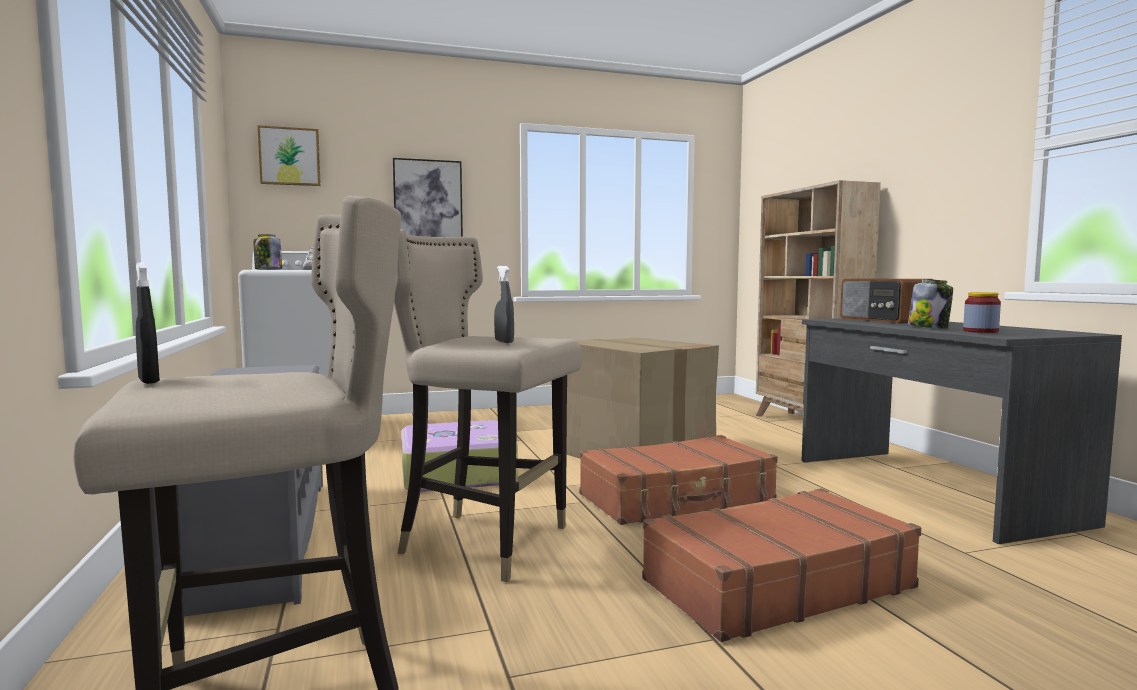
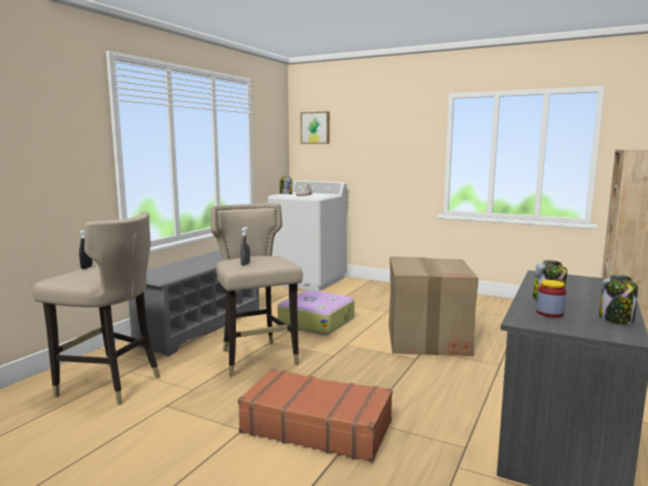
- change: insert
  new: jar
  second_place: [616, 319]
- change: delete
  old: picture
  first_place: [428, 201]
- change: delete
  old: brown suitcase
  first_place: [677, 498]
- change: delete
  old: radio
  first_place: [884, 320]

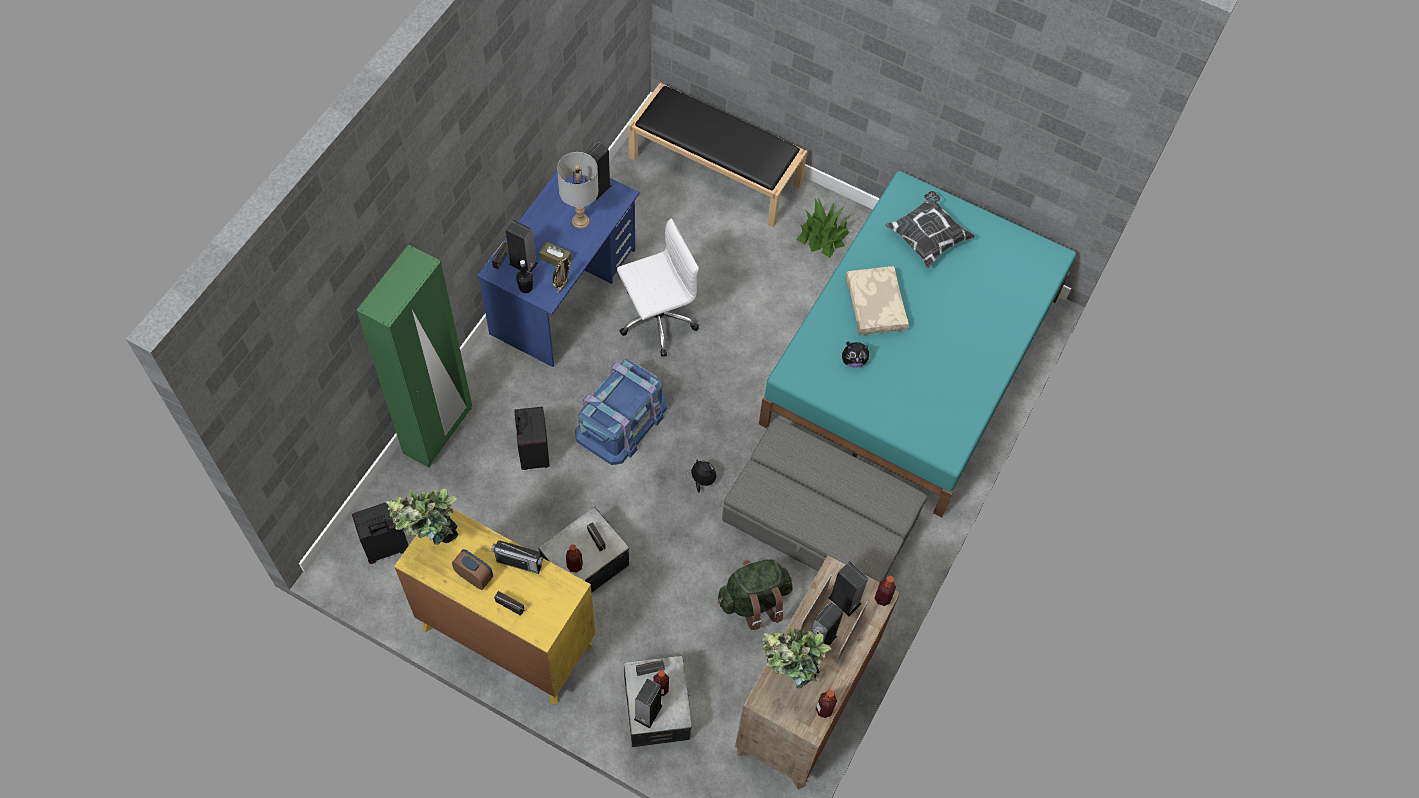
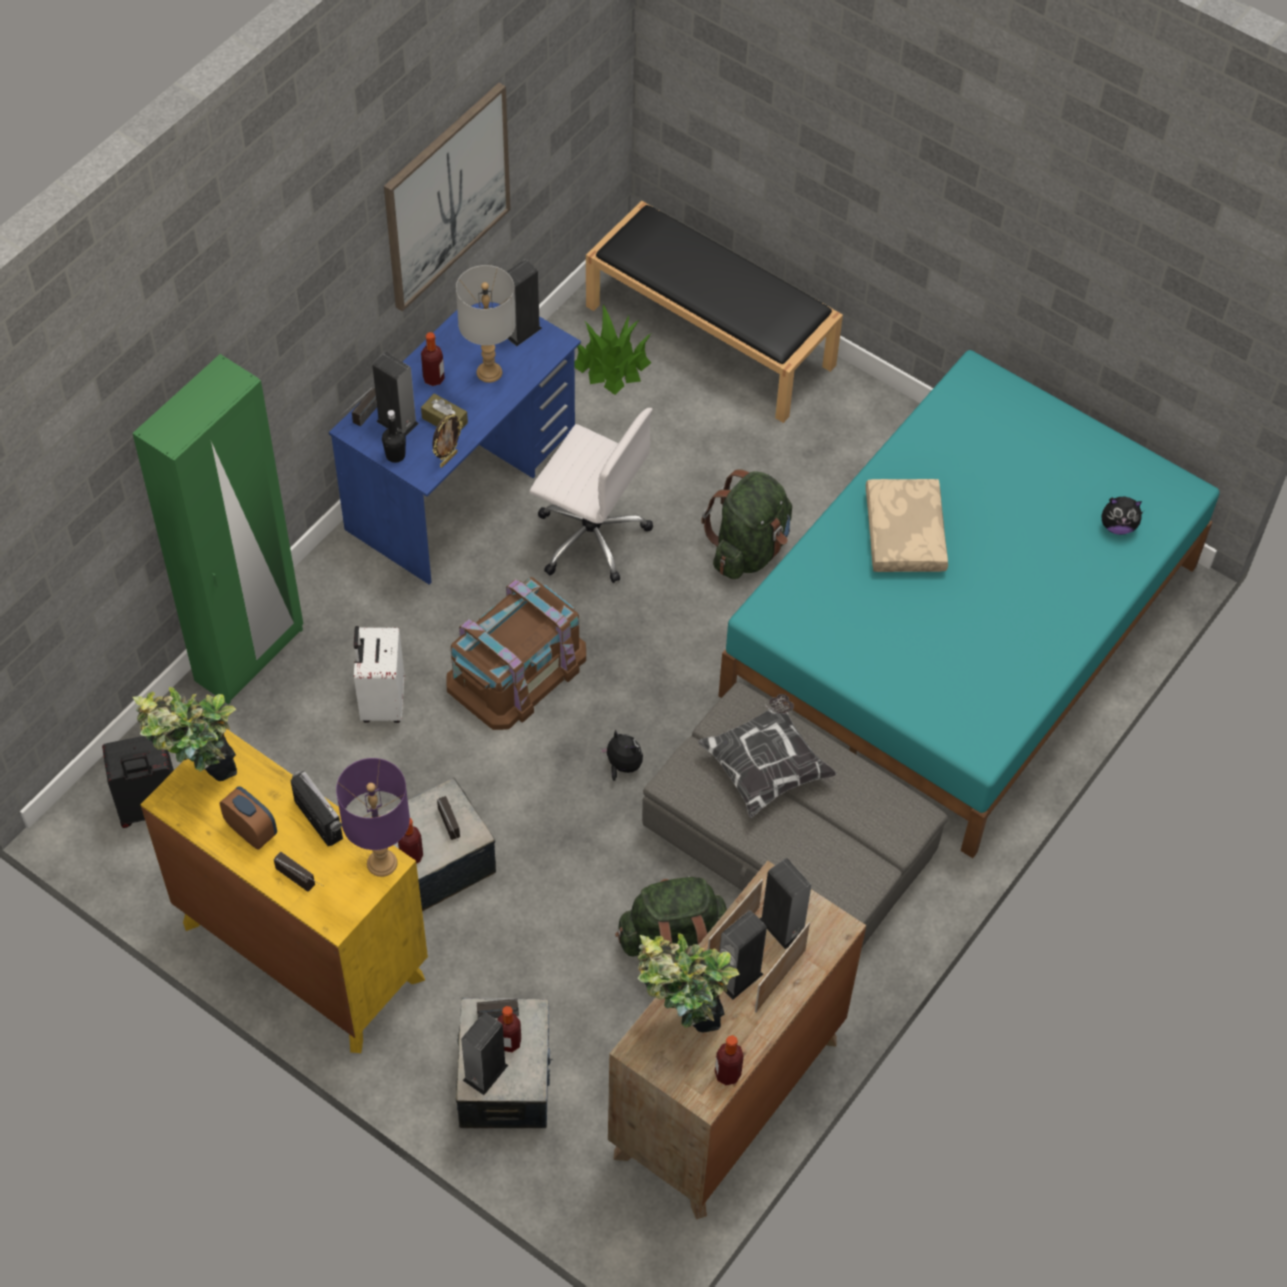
- change: rotate
  old: radio
  first_place: [519, 563]
  second_place: [318, 820]
  degrees: -150
- change: insert
  new: purple table lamp
  second_place: [382, 863]
- change: recolor
  old: black suitcase
  new: white suitcase
  first_place: [533, 454]
  second_place: [381, 702]
- change: insert
  new: picture
  second_place: [446, 196]
- change: move
  old: bottle
  first_place: [882, 598]
  second_place: [433, 378]
- change: recolor
  old: blue storage box
  new: brown storage box
  first_place: [620, 420]
  second_place: [516, 669]
- change: rotate
  old: white office chair
  first_place: [656, 320]
  second_place: [590, 535]
  degrees: 45
- change: move
  old: potted plant
  first_place: [822, 235]
  second_place: [611, 363]
- change: move
  old: pillow
  first_place: [927, 237]
  second_place: [766, 767]
- change: insert
  new: green backpack
  second_place: [749, 549]
- change: move
  old: plush toy
  first_place: [853, 360]
  second_place: [1117, 526]

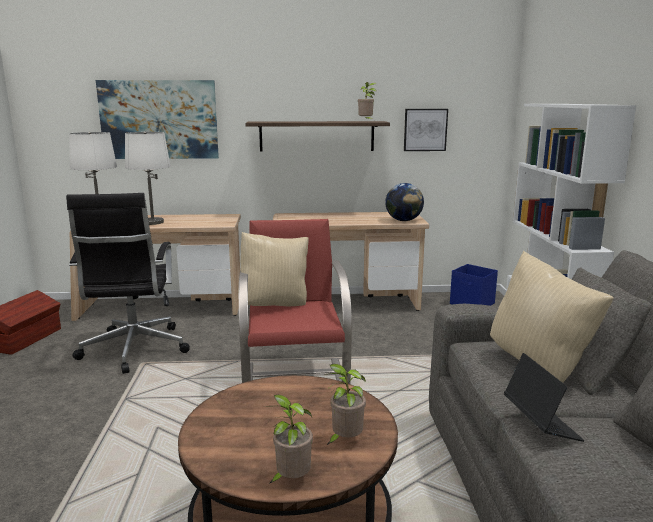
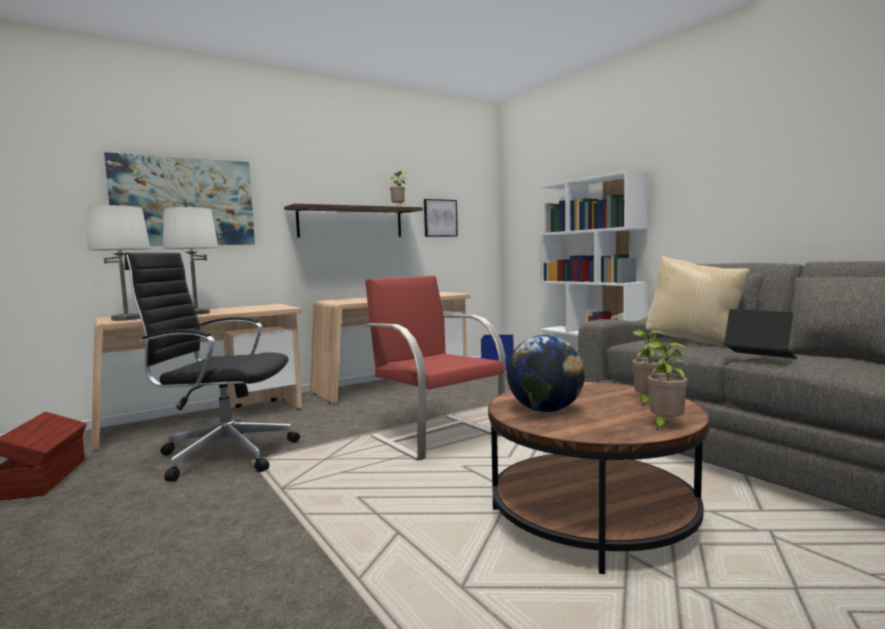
- change: rotate
  old: black office chair
  first_place: [134, 350]
  second_place: [223, 454]
  degrees: 135
- change: move
  old: globe
  first_place: [403, 220]
  second_place: [545, 410]
- change: delete
  old: beige pillow
  first_place: [275, 305]

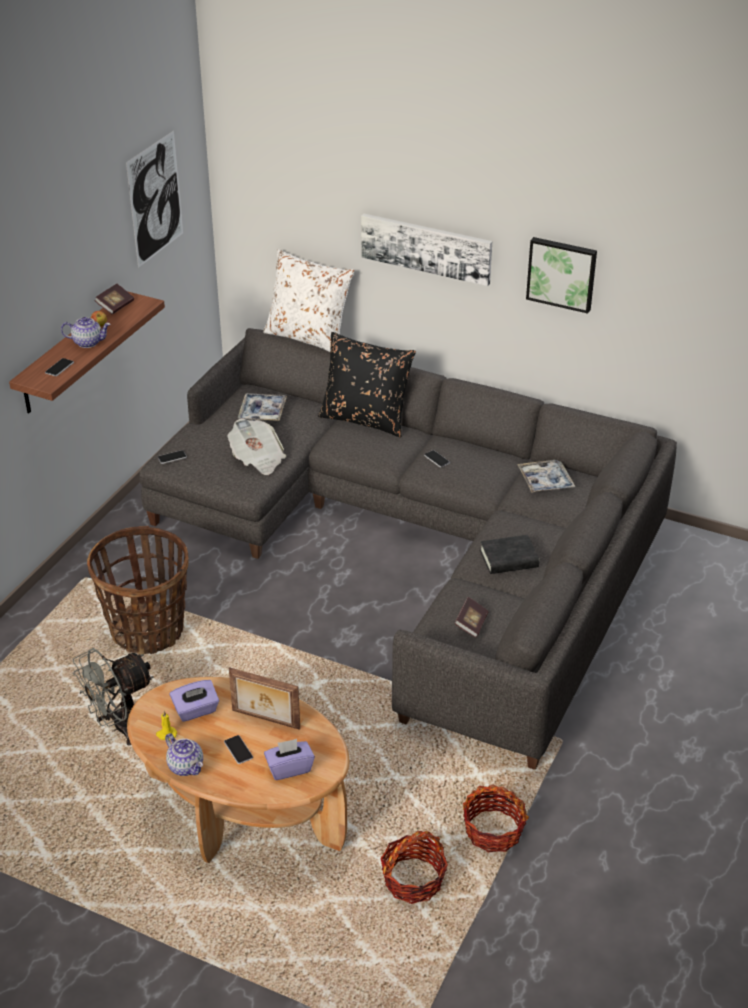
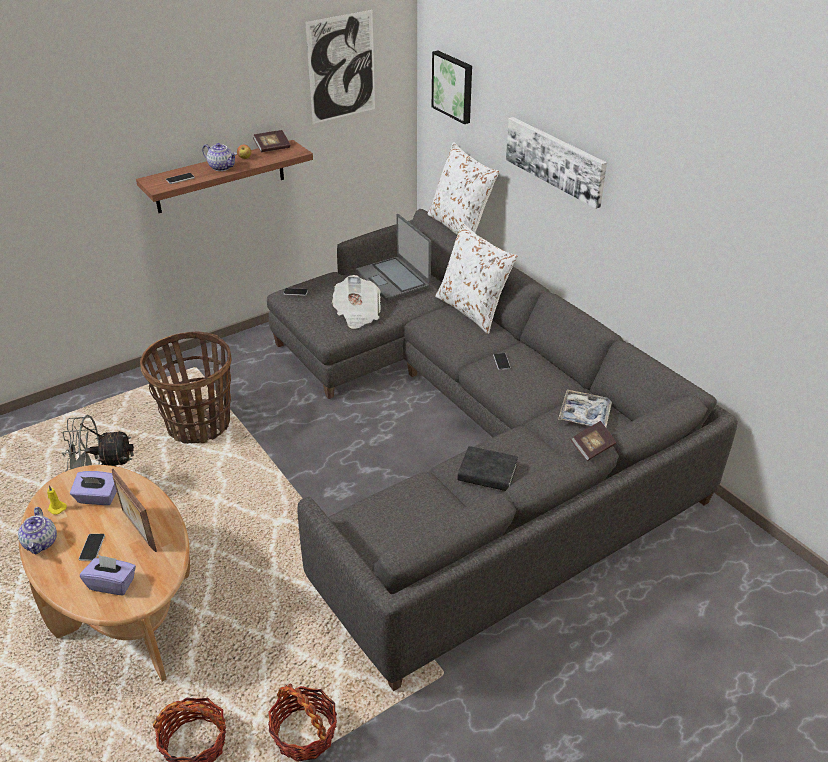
- change: replace
  old: tray
  new: laptop
  first_place: [262, 412]
  second_place: [393, 279]
- change: move
  old: picture
  first_place: [562, 273]
  second_place: [453, 86]
- change: recolor
  old: black pillow
  new: white pillow
  first_place: [366, 419]
  second_place: [472, 310]
- change: move
  old: book
  first_place: [471, 624]
  second_place: [592, 448]

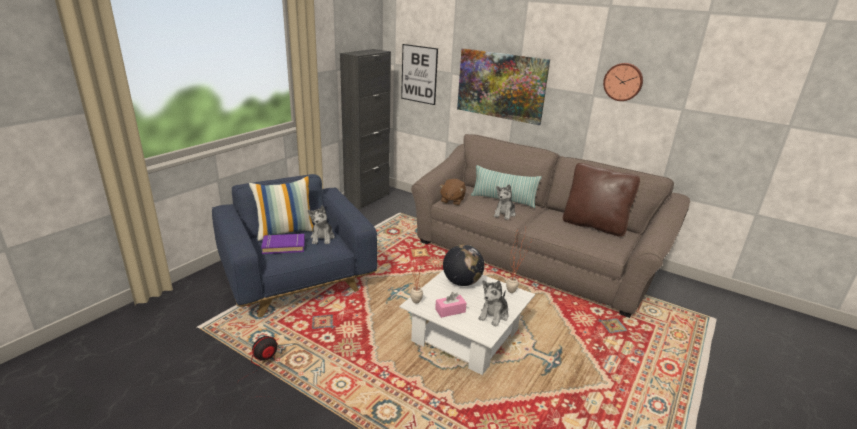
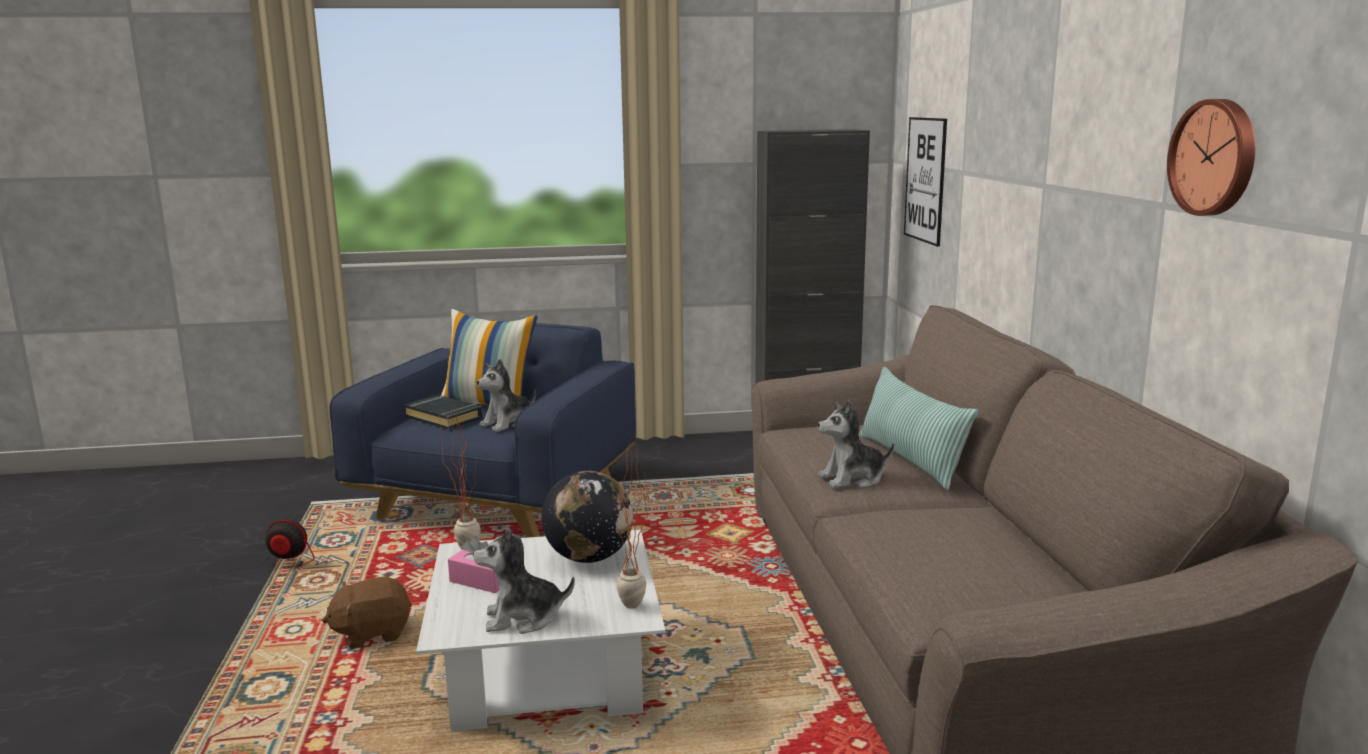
- change: move
  old: brown plush toy
  first_place: [452, 200]
  second_place: [372, 633]
- change: recolor
  old: purple book
  new: black book
  first_place: [284, 246]
  second_place: [444, 417]
- change: delete
  old: picture
  first_place: [501, 85]
- change: delete
  old: brown pillow
  first_place: [594, 225]

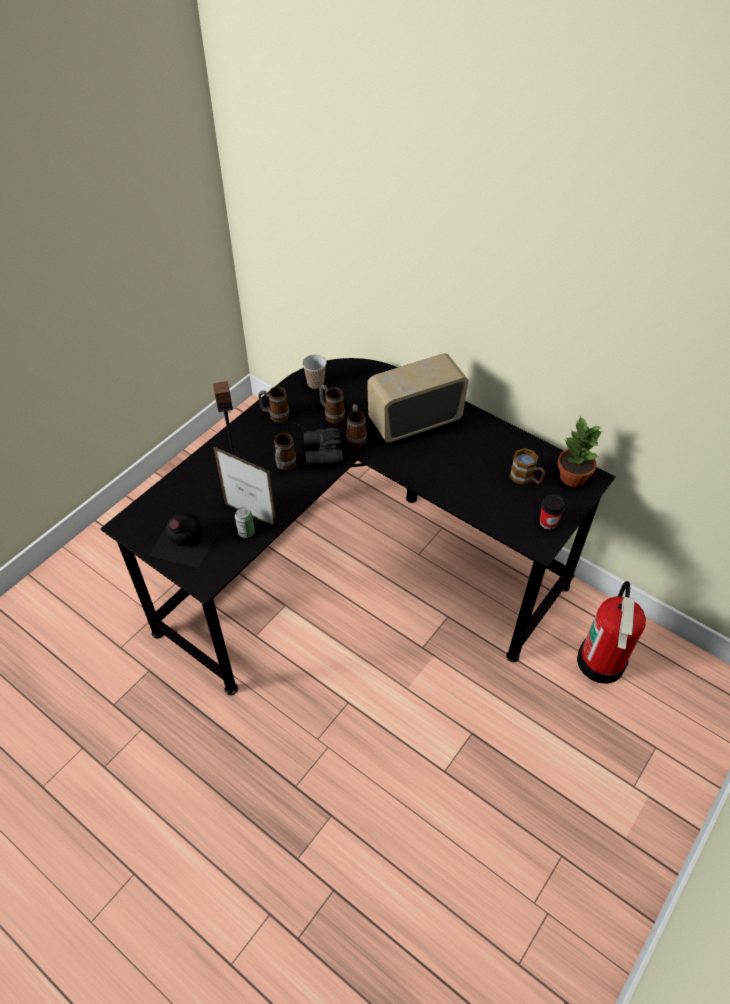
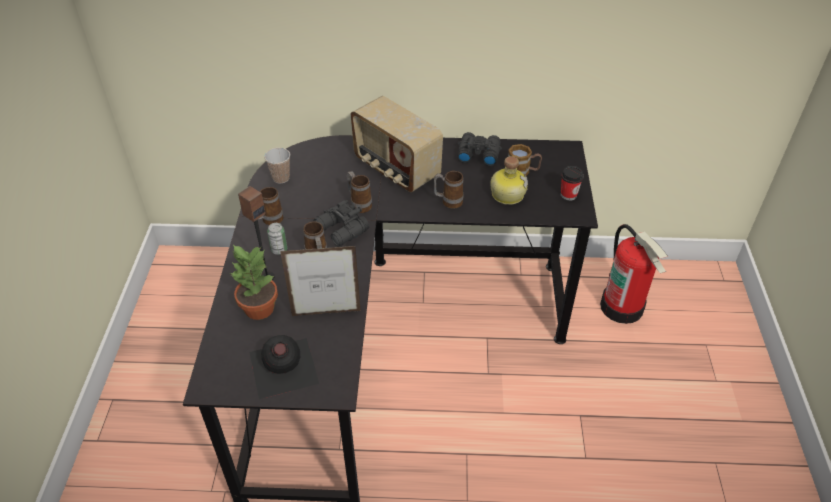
- change: move
  old: potted plant
  first_place: [572, 476]
  second_place: [258, 308]
- change: move
  old: can
  first_place: [246, 532]
  second_place: [279, 250]
- change: rotate
  old: radio
  first_place: [414, 420]
  second_place: [396, 169]
  degrees: -75
- change: move
  old: mug
  first_place: [331, 415]
  second_place: [448, 202]
- change: insert
  new: black binoculars
  second_place: [478, 154]
- change: insert
  new: bottle
  second_place: [507, 194]

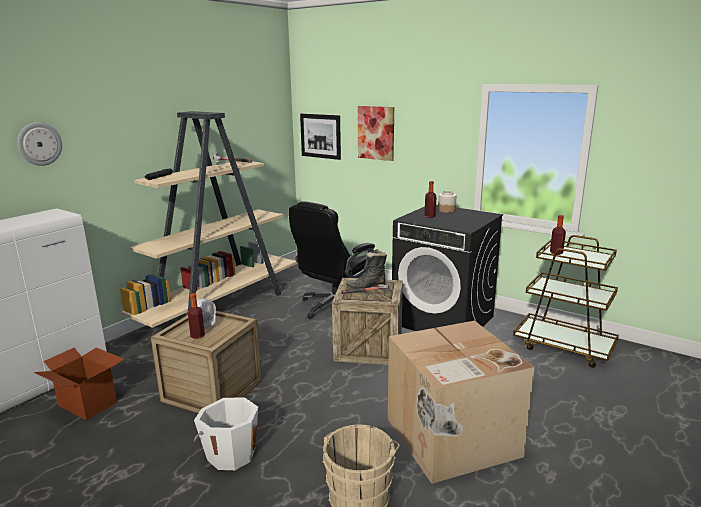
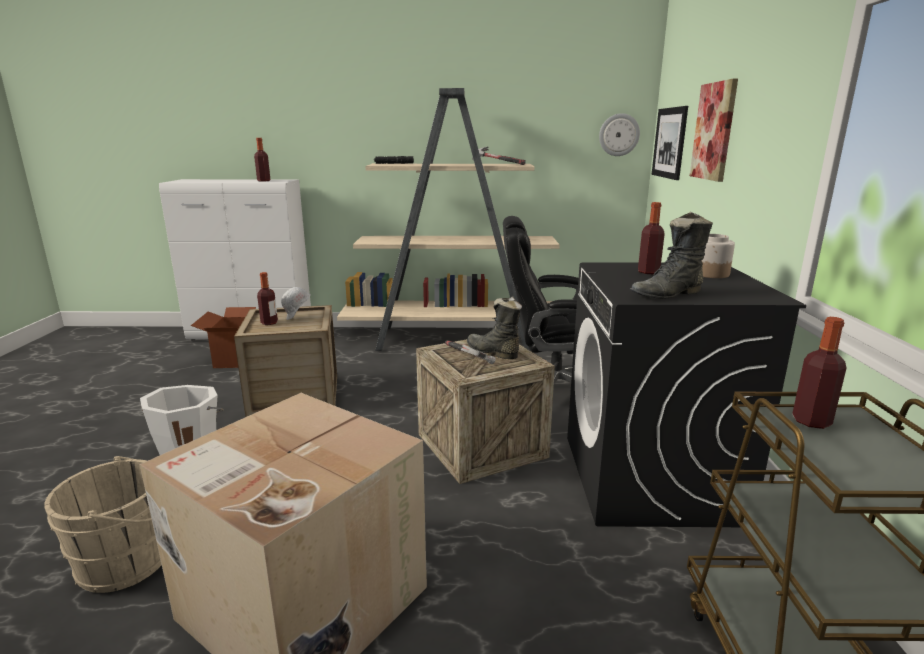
- change: insert
  new: bottle
  second_place: [263, 181]
- change: move
  old: wall clock
  first_place: [39, 144]
  second_place: [619, 135]
- change: insert
  new: black boot
  second_place: [668, 294]

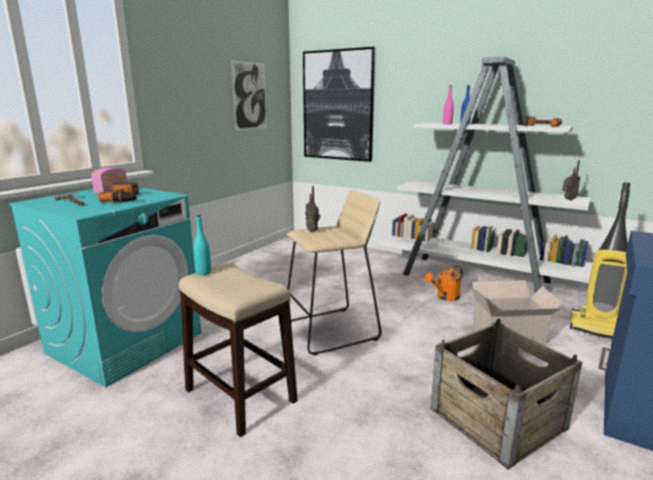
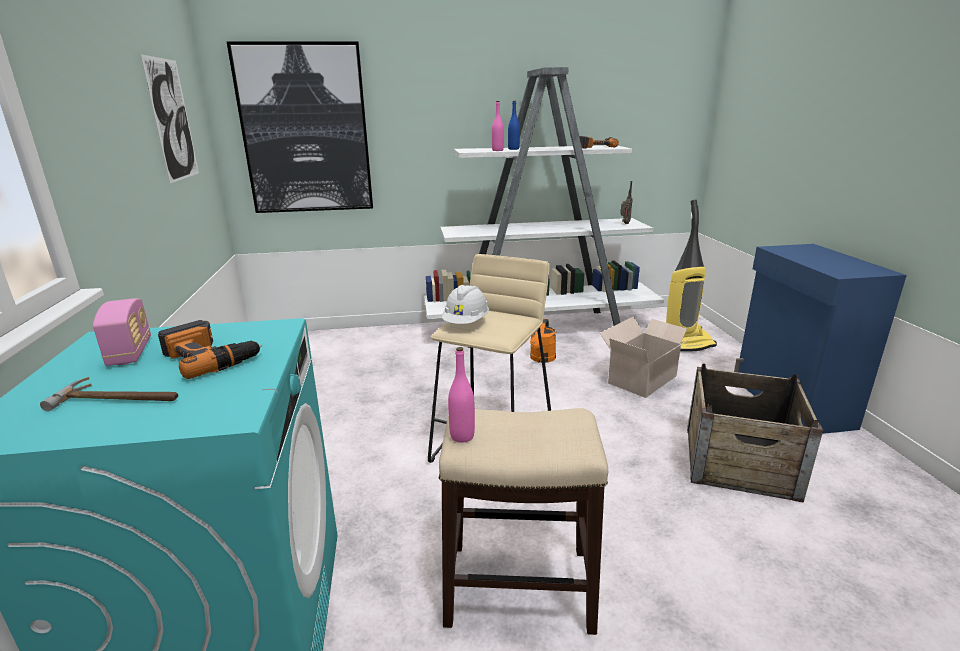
- change: replace
  old: radio
  new: white hard hat
  first_place: [313, 231]
  second_place: [466, 323]
- change: recolor
  old: turquoise bottle
  new: pink bottle
  first_place: [203, 272]
  second_place: [462, 436]

